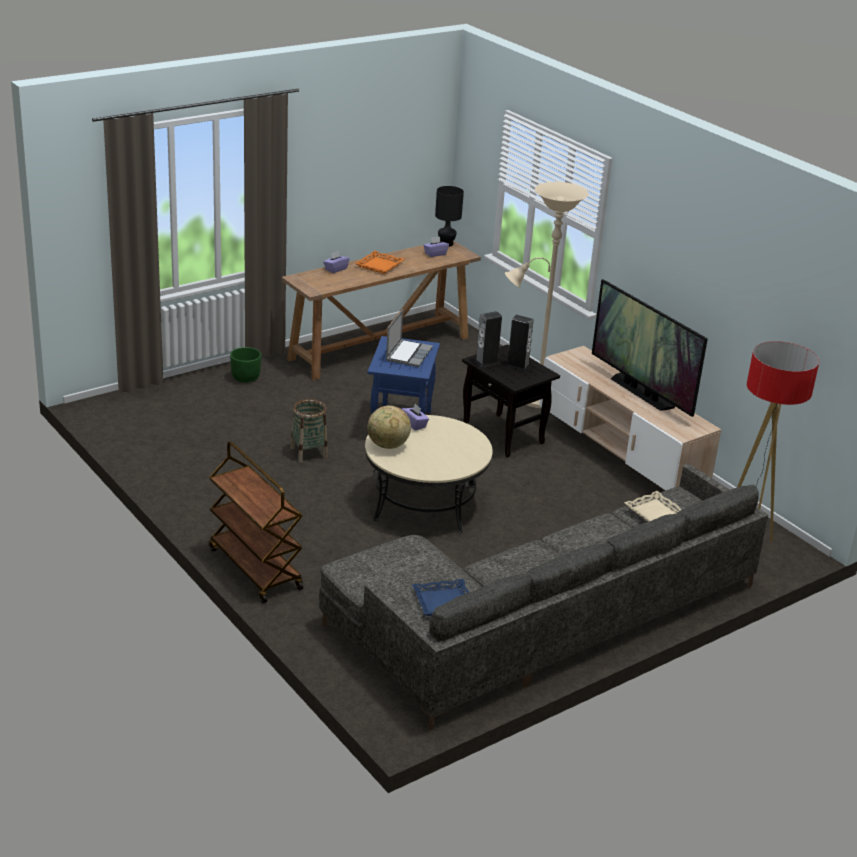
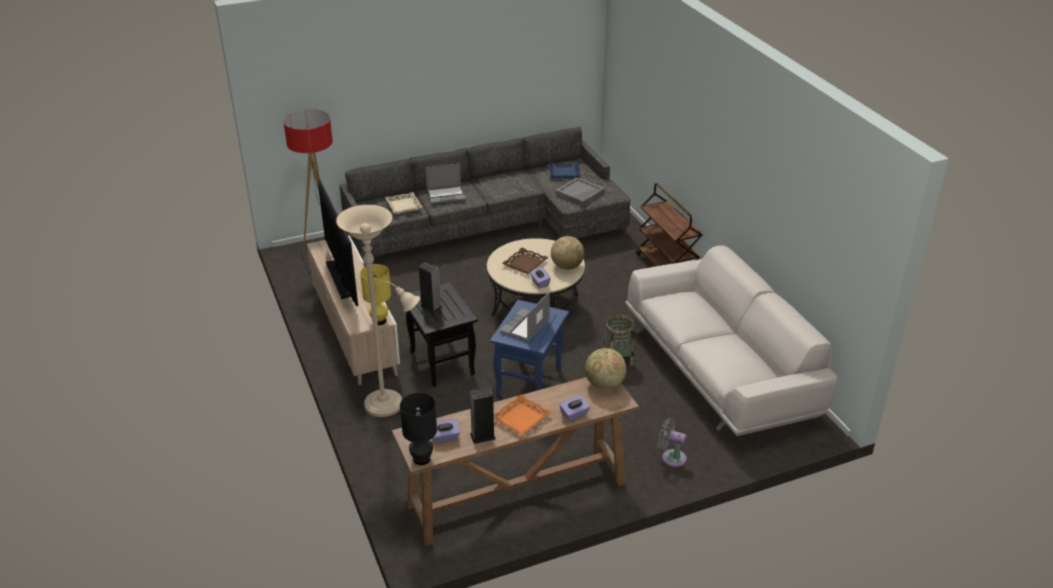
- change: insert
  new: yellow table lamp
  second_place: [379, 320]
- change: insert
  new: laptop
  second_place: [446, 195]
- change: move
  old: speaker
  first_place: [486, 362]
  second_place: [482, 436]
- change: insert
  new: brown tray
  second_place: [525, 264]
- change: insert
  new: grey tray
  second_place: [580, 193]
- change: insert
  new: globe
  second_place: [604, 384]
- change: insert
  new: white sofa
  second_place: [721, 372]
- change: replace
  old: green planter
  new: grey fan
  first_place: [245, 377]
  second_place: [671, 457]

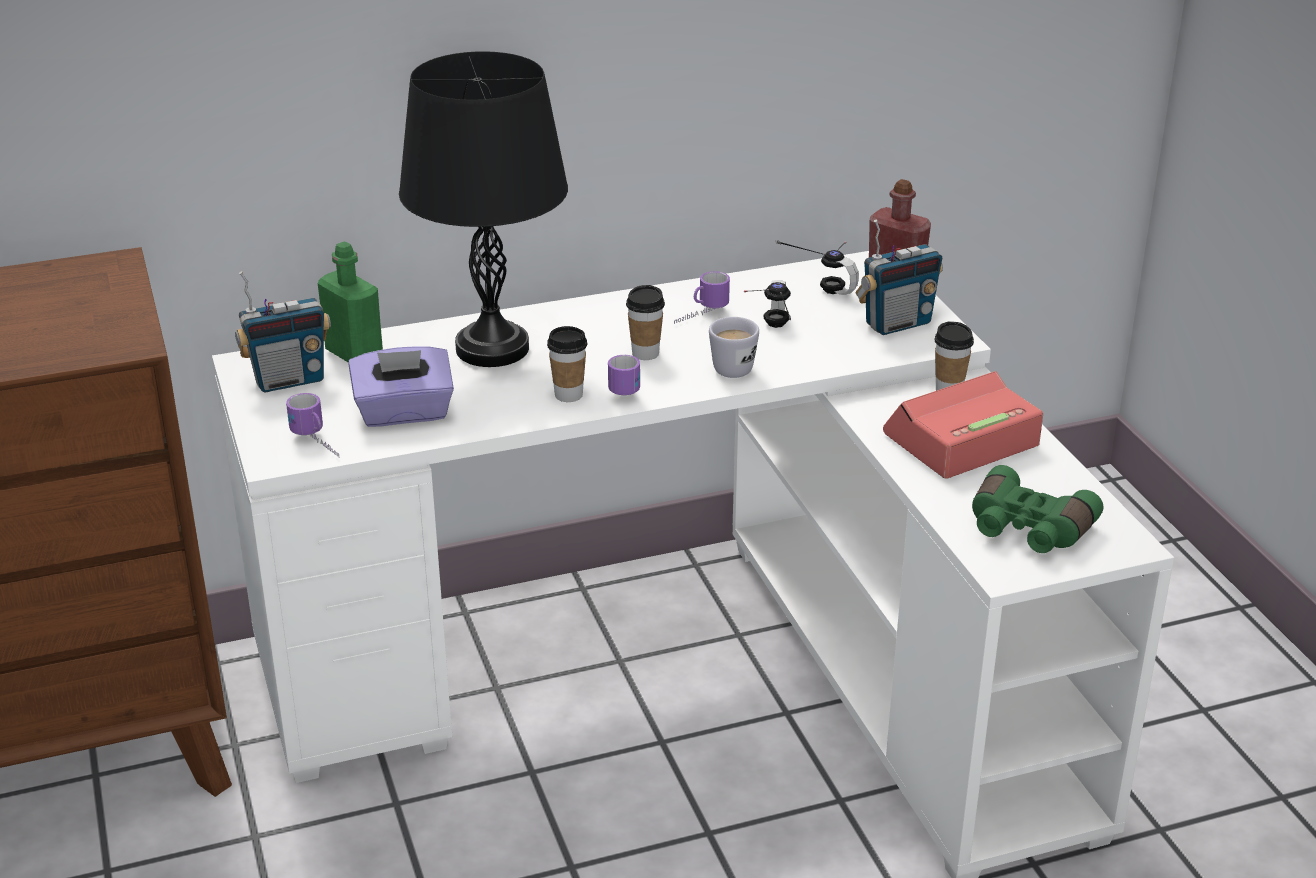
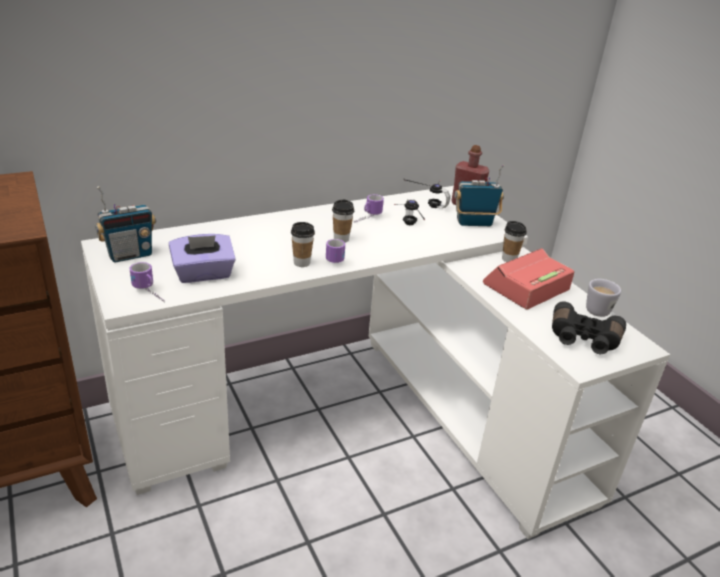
- change: rotate
  old: radio
  first_place: [897, 323]
  second_place: [474, 223]
  degrees: -150
- change: recolor
  old: green binoculars
  new: black binoculars
  first_place: [1027, 530]
  second_place: [583, 339]
- change: move
  old: white mug
  first_place: [734, 365]
  second_place: [595, 308]
- change: delete
  old: green bottle
  first_place: [354, 354]
- change: delete
  old: black table lamp
  first_place: [492, 349]

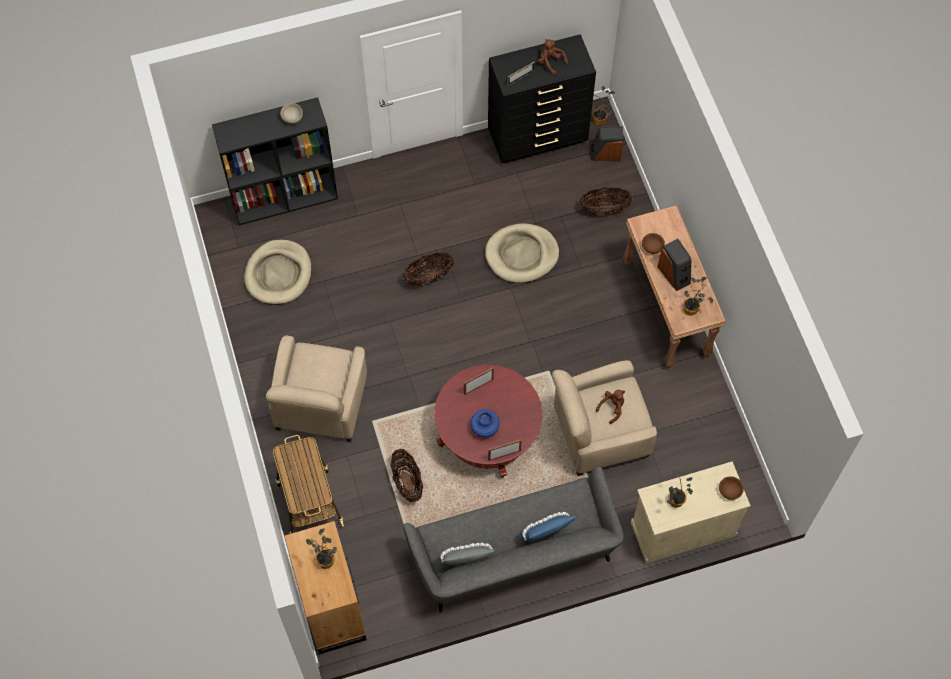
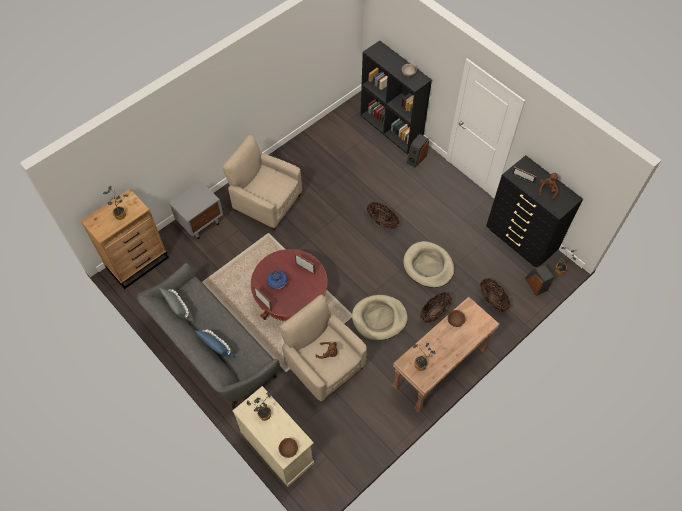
- change: replace
  old: cart
  new: grey nightstand
  first_place: [309, 501]
  second_place: [201, 223]
- change: rotate
  old: beige armchair
  first_place: [320, 404]
  second_place: [266, 202]
  degrees: 45
- change: move
  old: beige dog bed
  first_place: [278, 274]
  second_place: [379, 318]
- change: move
  old: speaker
  first_place: [674, 274]
  second_place: [416, 158]
- change: move
  old: basket
  first_place: [407, 482]
  second_place: [434, 313]

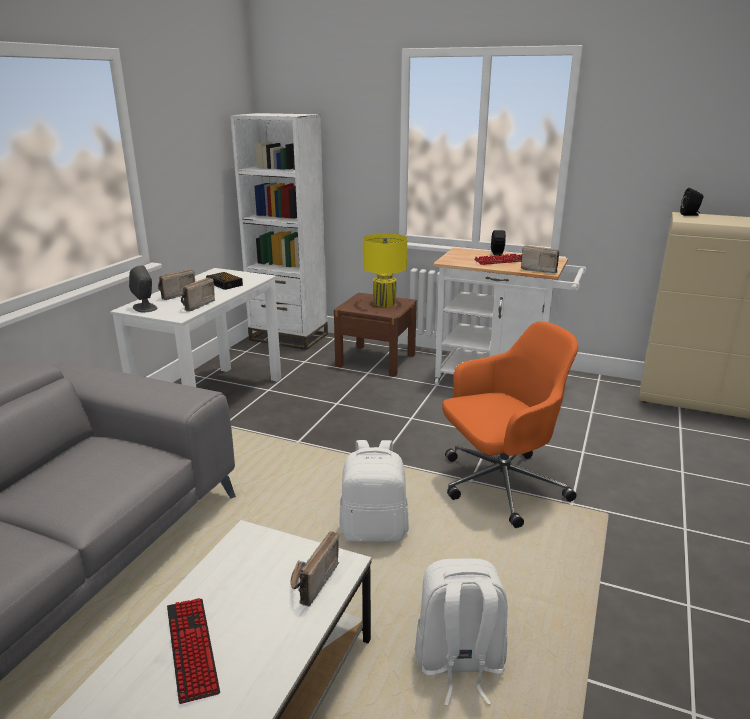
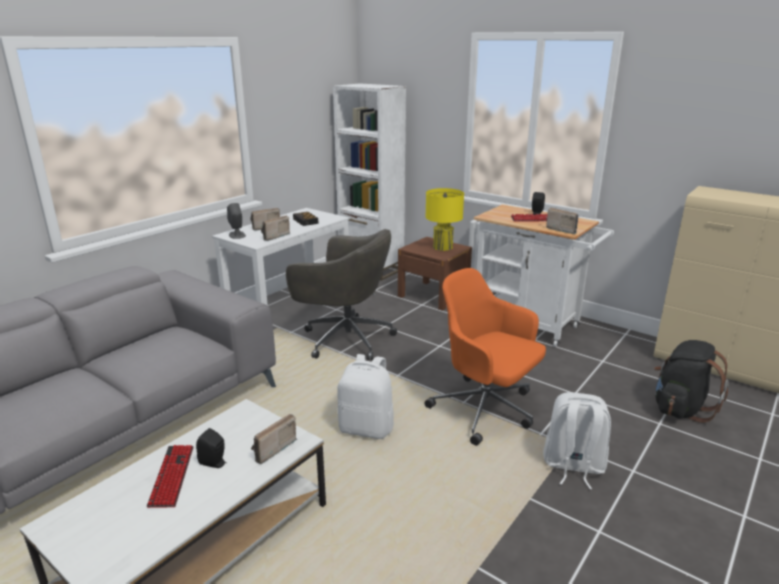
- change: move
  old: black speaker
  first_place: [690, 215]
  second_place: [215, 463]
- change: insert
  new: grey office chair
  second_place: [345, 338]
- change: rotate
  old: orange office chair
  first_place: [499, 485]
  second_place: [485, 410]
  degrees: -135
- change: move
  old: white backpack
  first_place: [458, 664]
  second_place: [573, 466]
- change: insert
  new: black backpack
  second_place: [680, 408]

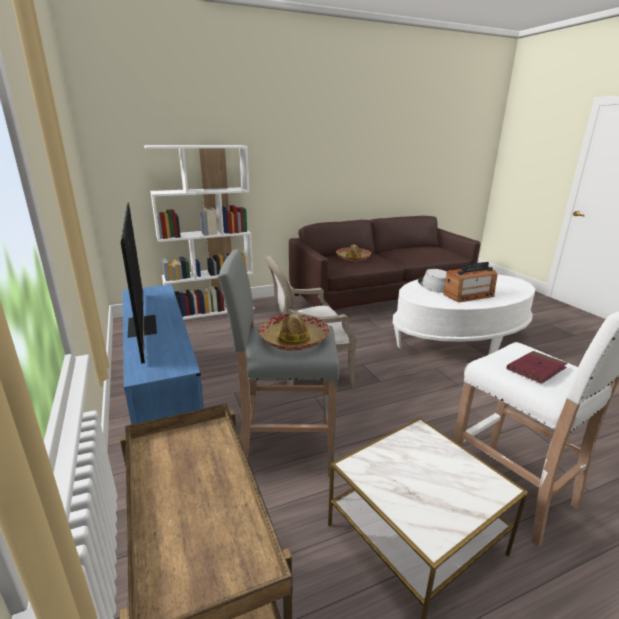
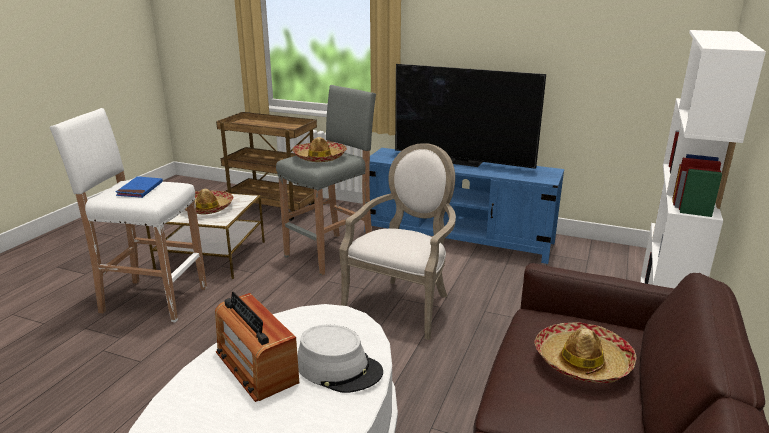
- change: recolor
  old: red book
  new: blue book
  first_place: [536, 369]
  second_place: [140, 189]
- change: insert
  new: hat
  second_place: [207, 208]
- change: rotate
  old: radio
  first_place: [468, 295]
  second_place: [256, 366]
  degrees: -60

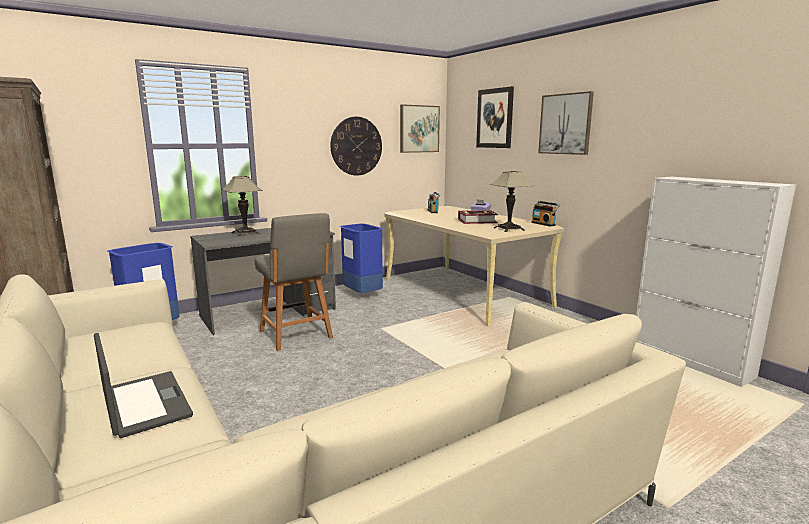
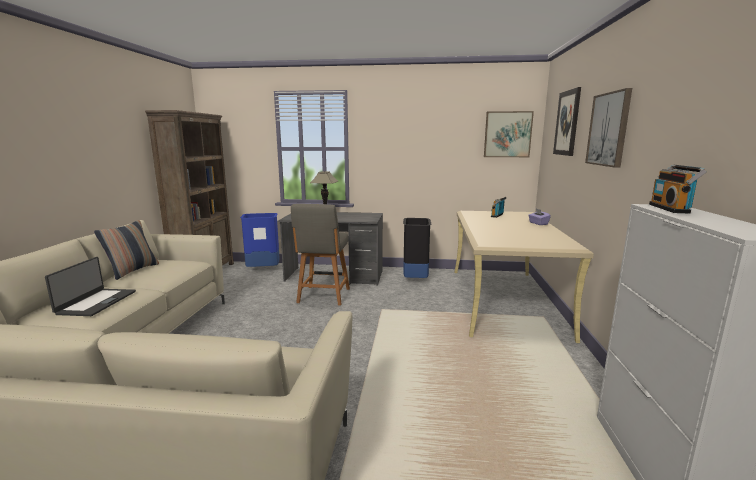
- change: insert
  new: pillow
  second_place: [132, 271]
- change: recolor
  old: blue trash can
  new: black trash can
  first_place: [362, 295]
  second_place: [415, 279]
- change: move
  old: radio
  first_place: [544, 224]
  second_place: [671, 208]
- change: delete
  old: wall clock
  first_place: [356, 146]
- change: delete
  old: book
  first_place: [477, 221]
- change: delete
  old: table lamp
  first_place: [509, 229]

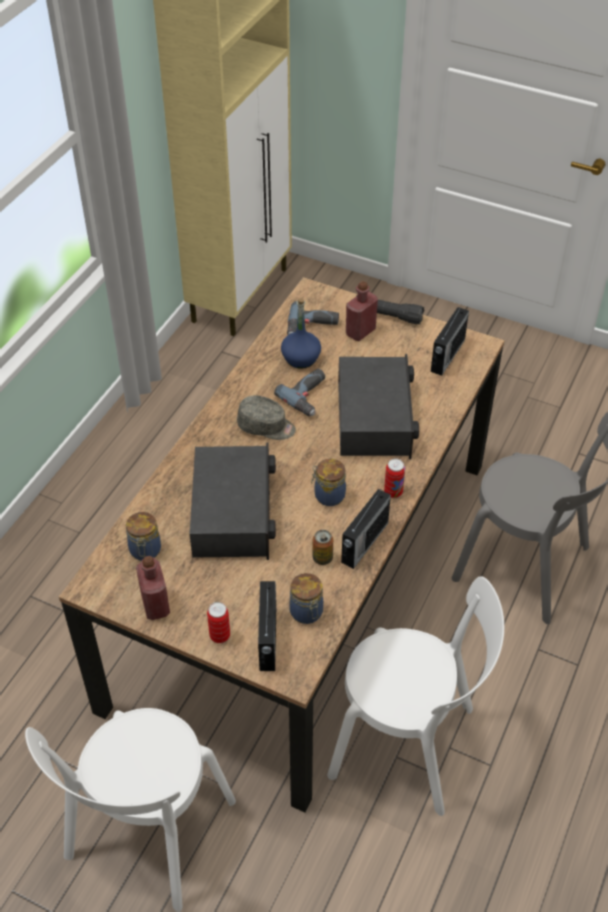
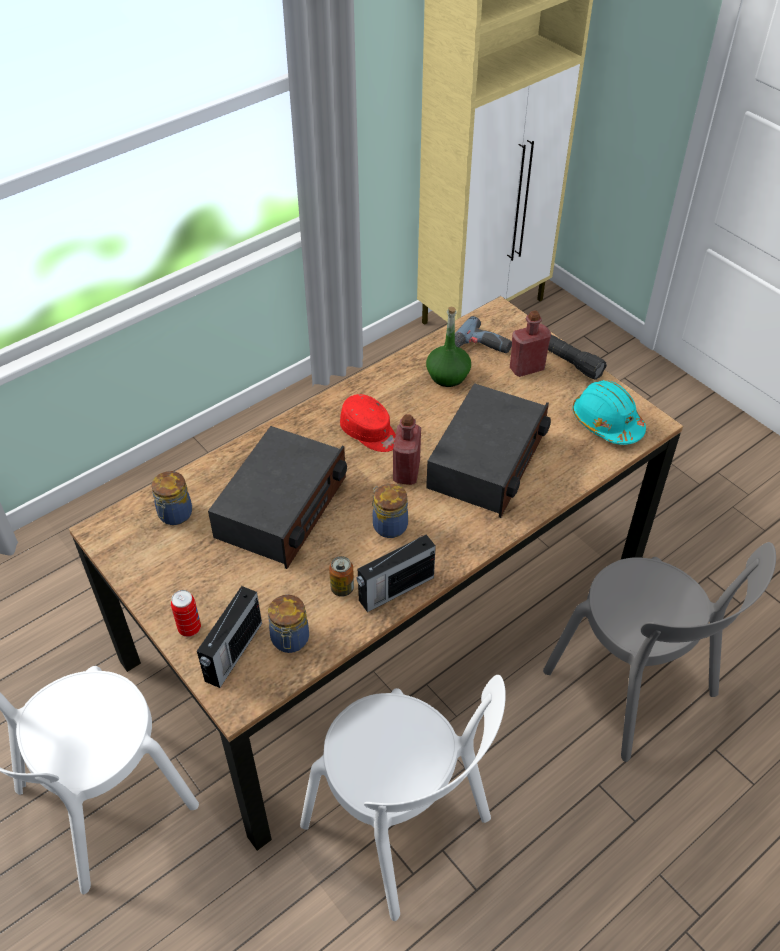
- change: recolor
  old: grey cap
  new: red cap
  first_place: [266, 427]
  second_place: [370, 433]
- change: move
  old: red bottle
  first_place: [155, 605]
  second_place: [406, 472]
- change: recolor
  old: blue bottle
  new: green bottle
  first_place: [301, 358]
  second_place: [448, 376]
- change: replace
  old: radio
  new: turquoise hard hat
  first_place: [447, 356]
  second_place: [606, 422]
- change: delete
  old: power drill
  first_place: [309, 396]
- change: delete
  old: can
  first_place: [393, 492]

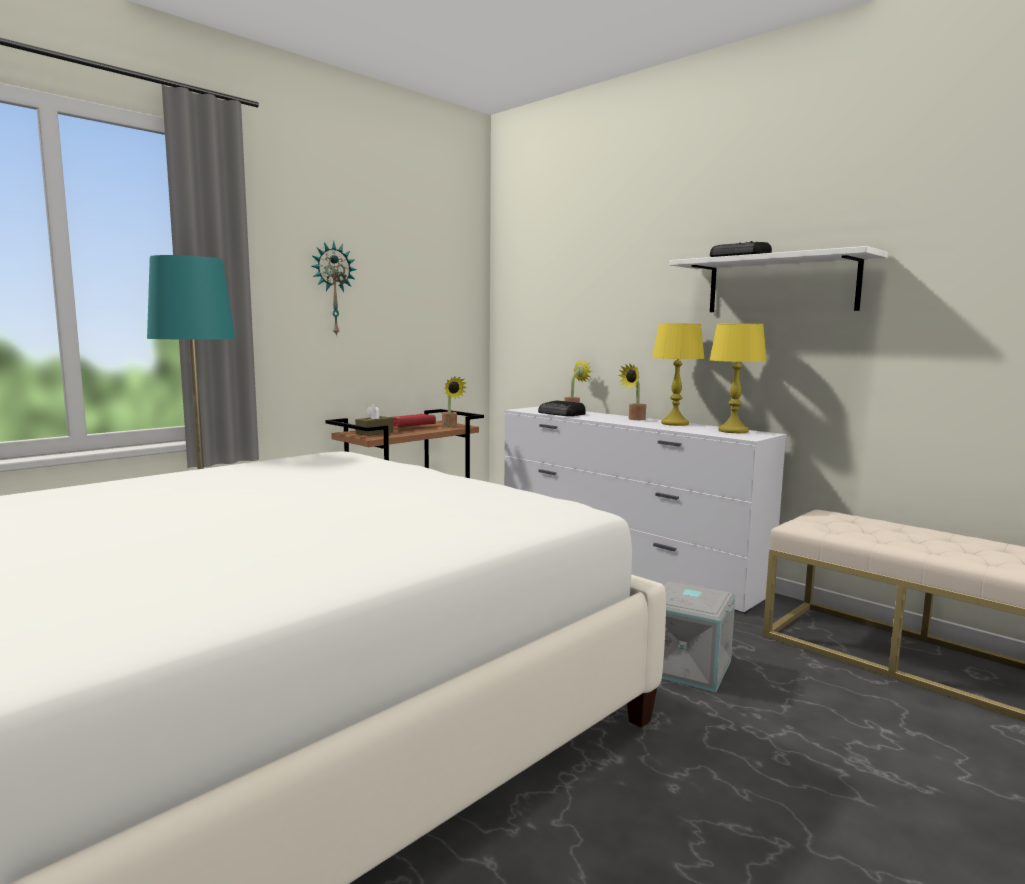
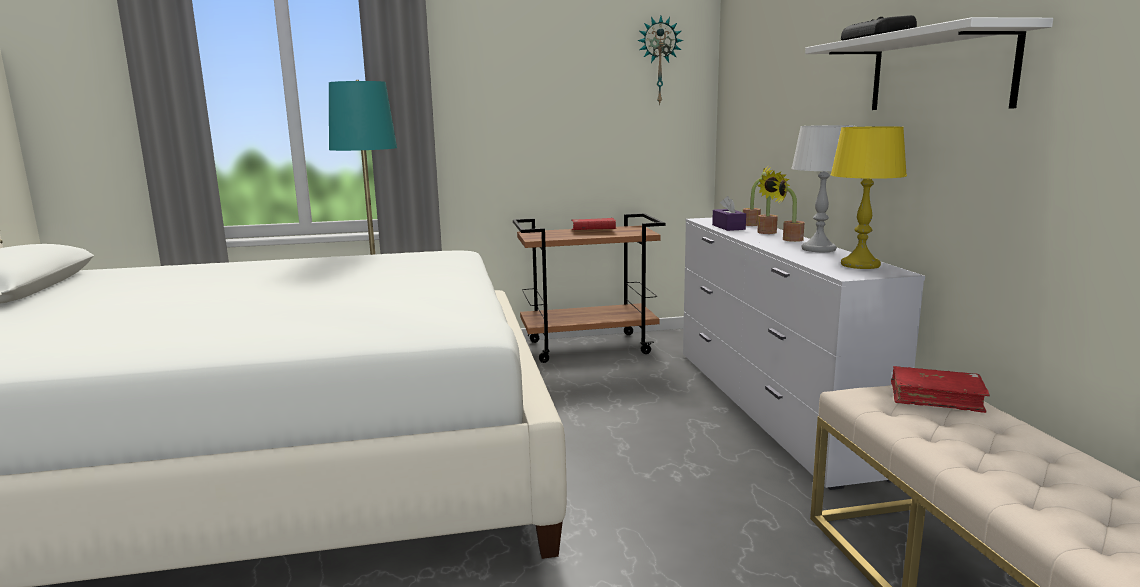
- change: move
  old: wall clock
  first_place: [332, 289]
  second_place: [659, 60]
- change: replace
  old: radio
  new: purple tissue box
  first_place: [562, 414]
  second_place: [728, 227]
- change: move
  old: potted plant
  first_place: [451, 426]
  second_place: [768, 233]
- change: recolor
  old: yellow table lamp
  new: white table lamp
  first_place: [675, 423]
  second_place: [819, 249]
- change: insert
  new: red book
  second_place: [936, 398]
- change: delete
  old: brown tissue box
  first_place: [374, 433]
- change: delete
  old: grey storage box
  first_place: [688, 666]

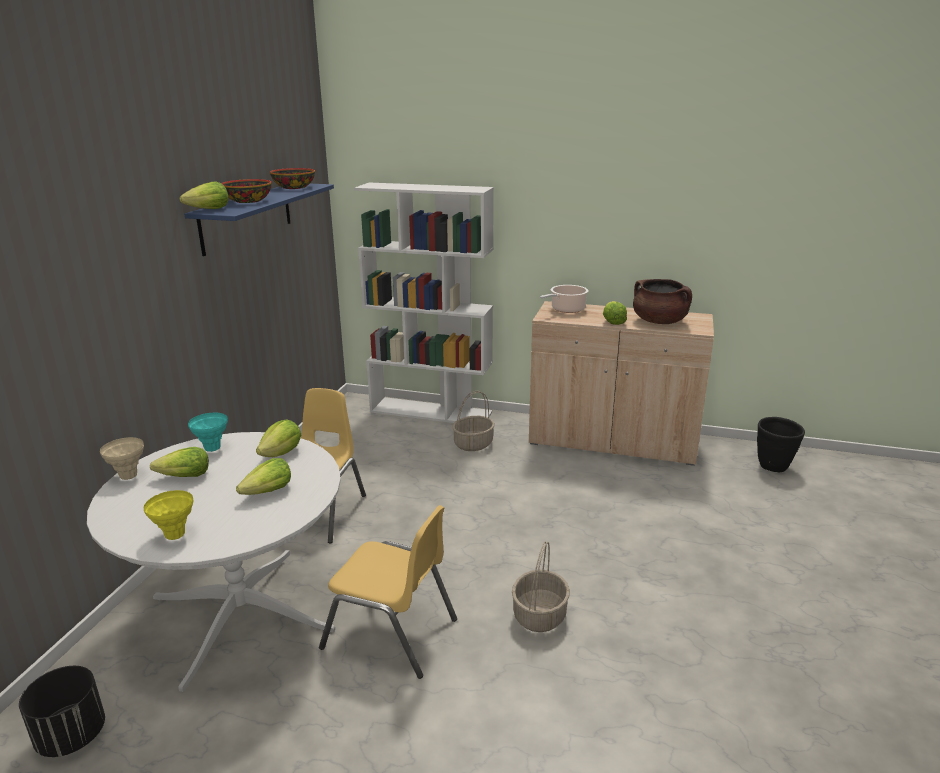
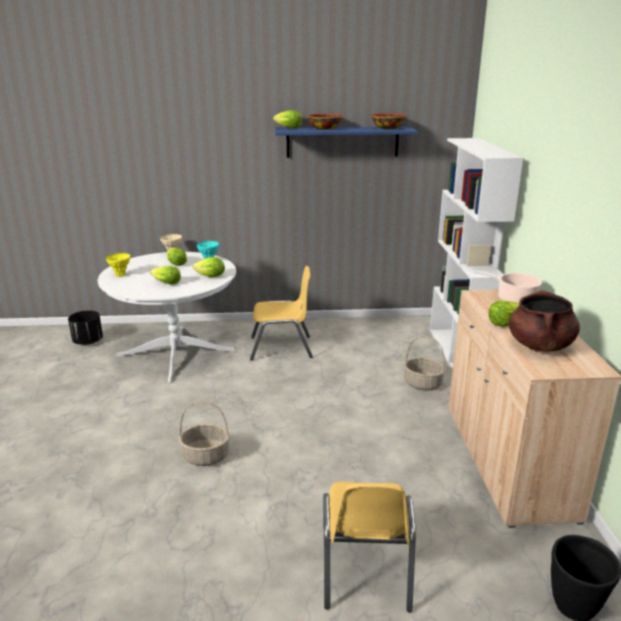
- change: move
  old: yellow chair
  first_place: [391, 633]
  second_place: [365, 567]

